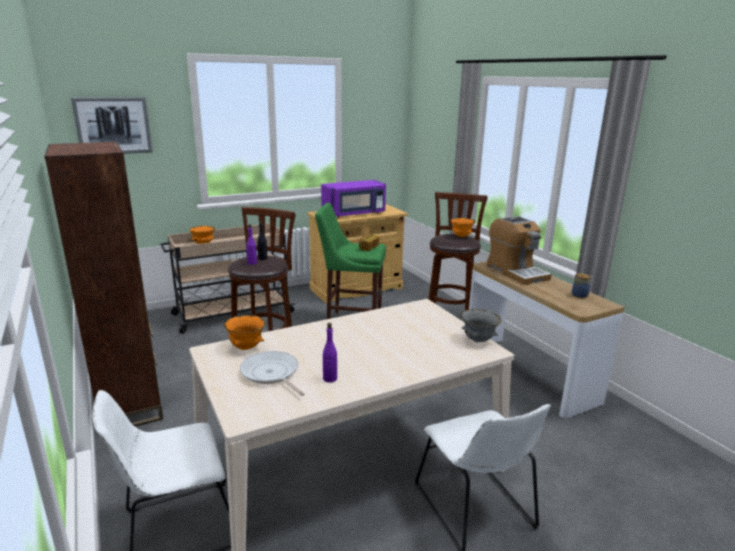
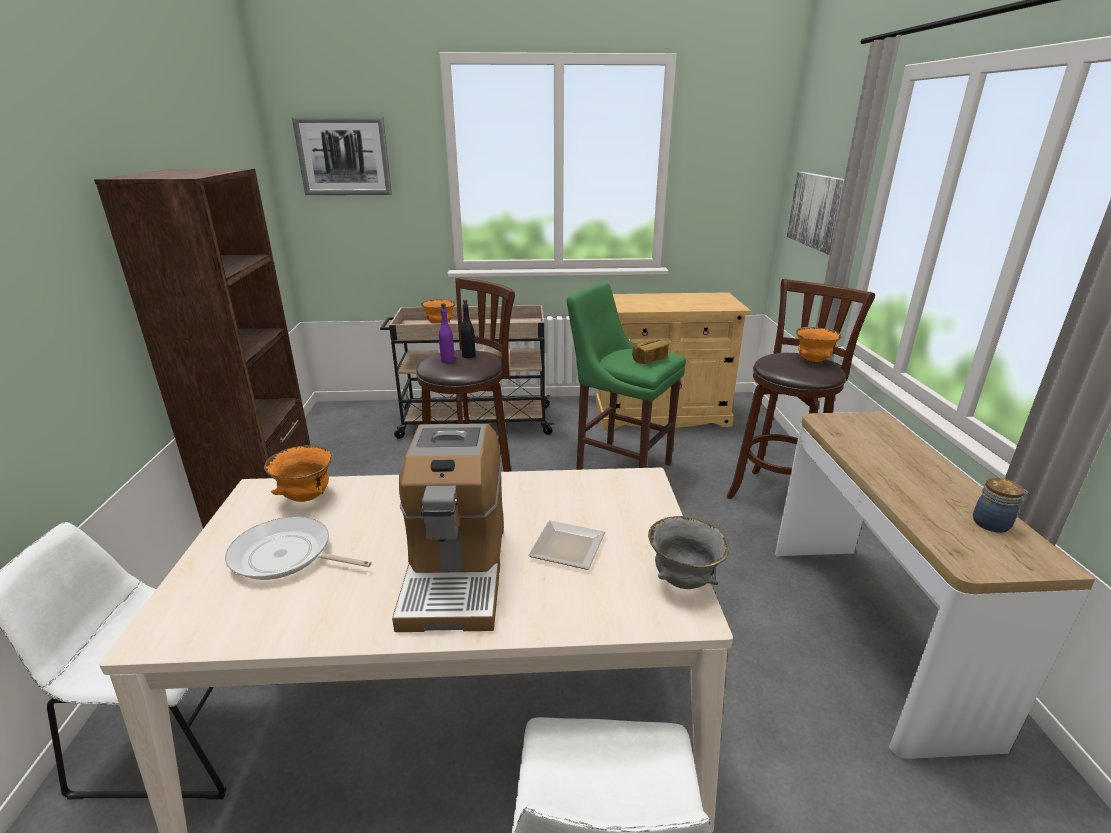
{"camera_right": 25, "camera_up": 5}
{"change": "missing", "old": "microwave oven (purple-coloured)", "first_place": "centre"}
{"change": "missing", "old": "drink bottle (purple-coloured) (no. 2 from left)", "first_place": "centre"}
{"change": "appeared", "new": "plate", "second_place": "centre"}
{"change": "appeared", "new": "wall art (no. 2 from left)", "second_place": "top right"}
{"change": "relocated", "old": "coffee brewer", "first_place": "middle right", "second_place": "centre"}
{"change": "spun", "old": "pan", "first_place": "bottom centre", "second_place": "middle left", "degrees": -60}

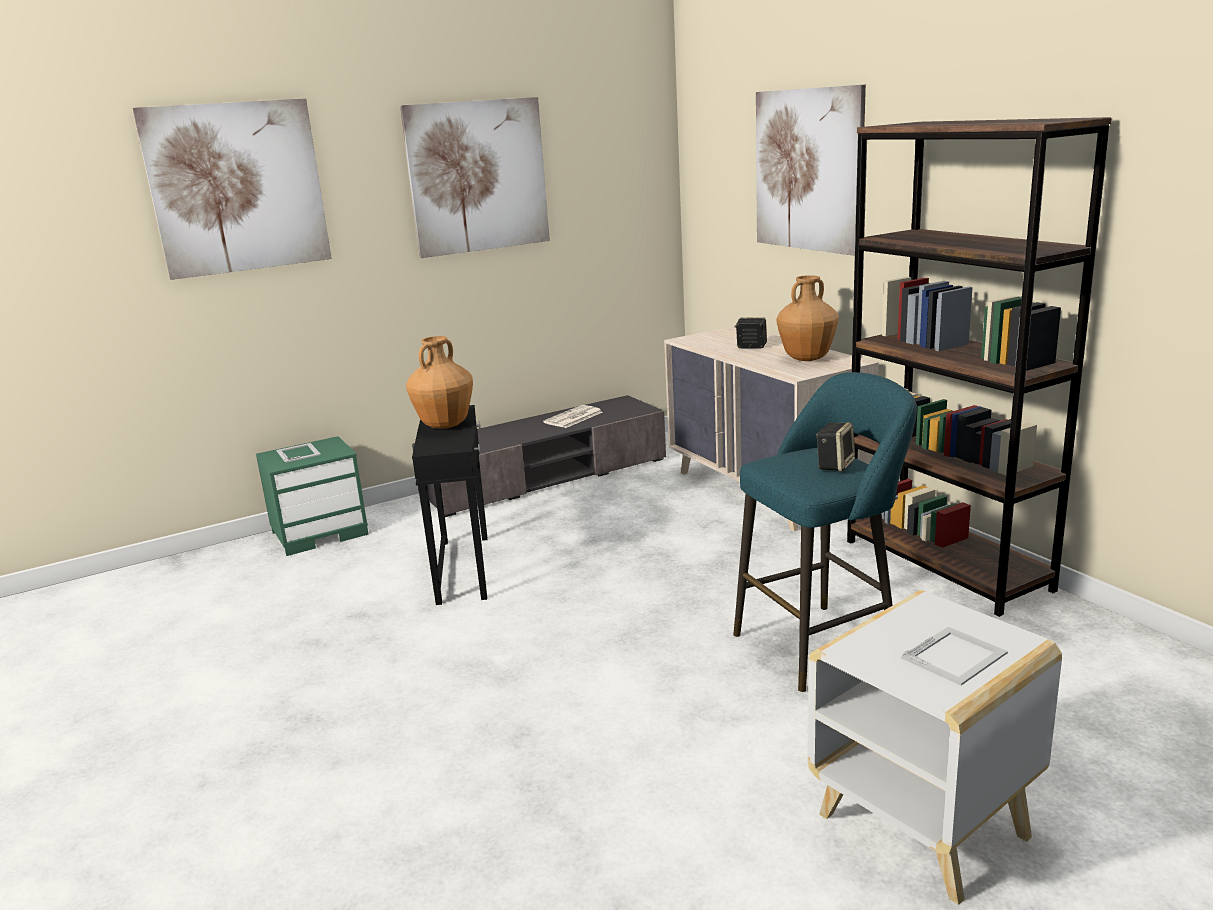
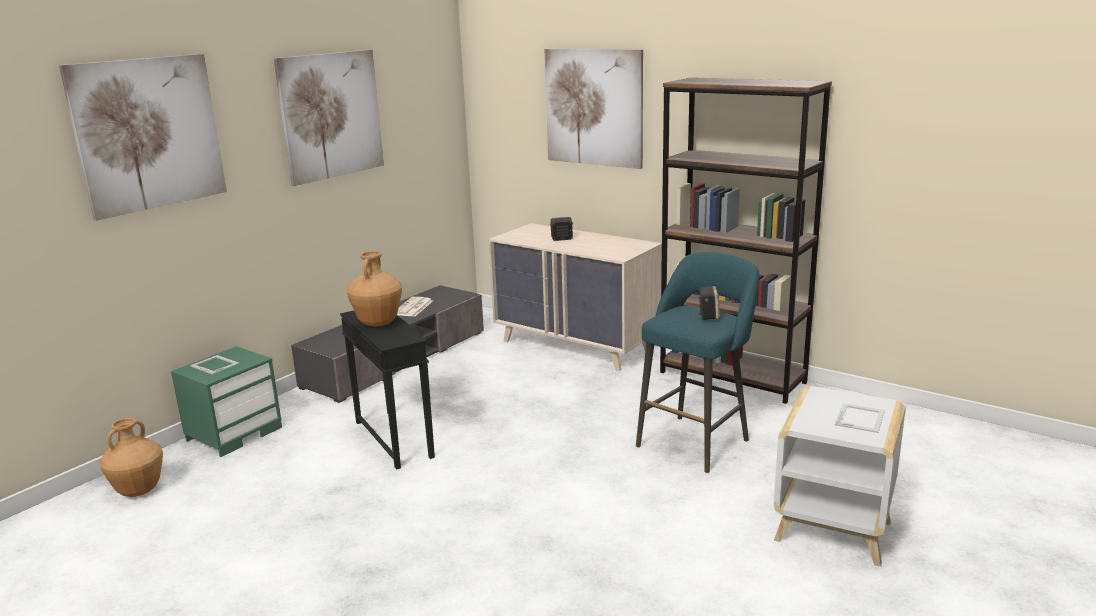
{"camera_right": -25, "camera_up": 0}
{"change": "relocated", "old": "vase (brownish) (no. 2 from left in the first image)", "new": "vase (brownish) (no. 1 from left)", "first_place": "centre", "second_place": "bottom left"}

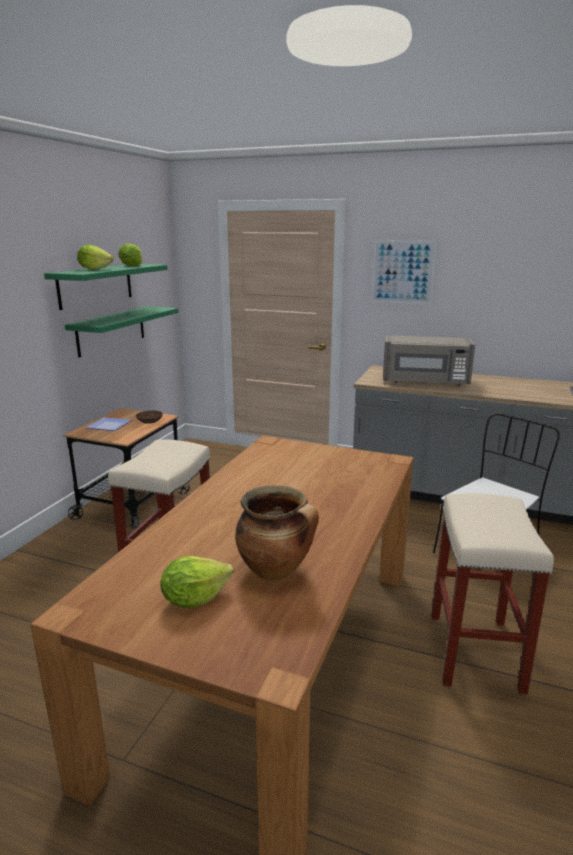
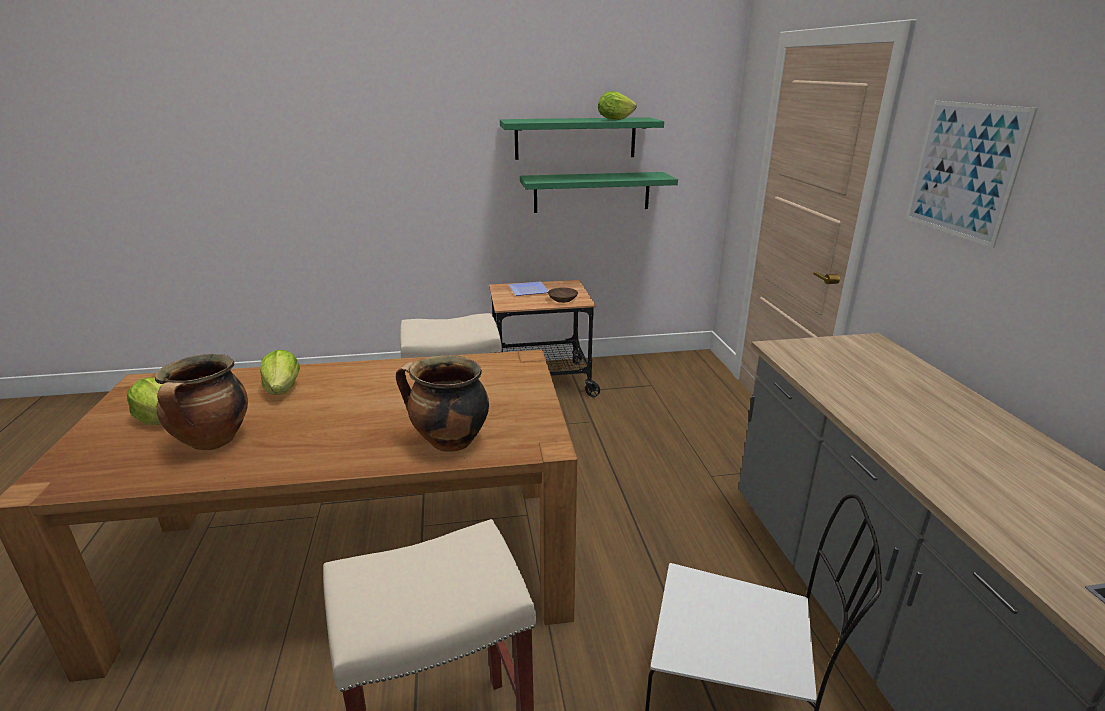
{"camera_right": 60, "camera_up": 5}
{"change": "missing", "old": "microwave oven (grey)", "first_place": "middle right"}
{"change": "appeared", "new": "saucepot (no. 2 from left)", "second_place": "centre"}
{"change": "relocated", "old": "head of lettuce (no. 1 from left in the first image)", "new": "head of lettuce (no. 2 from left)", "first_place": "top left", "second_place": "middle left"}

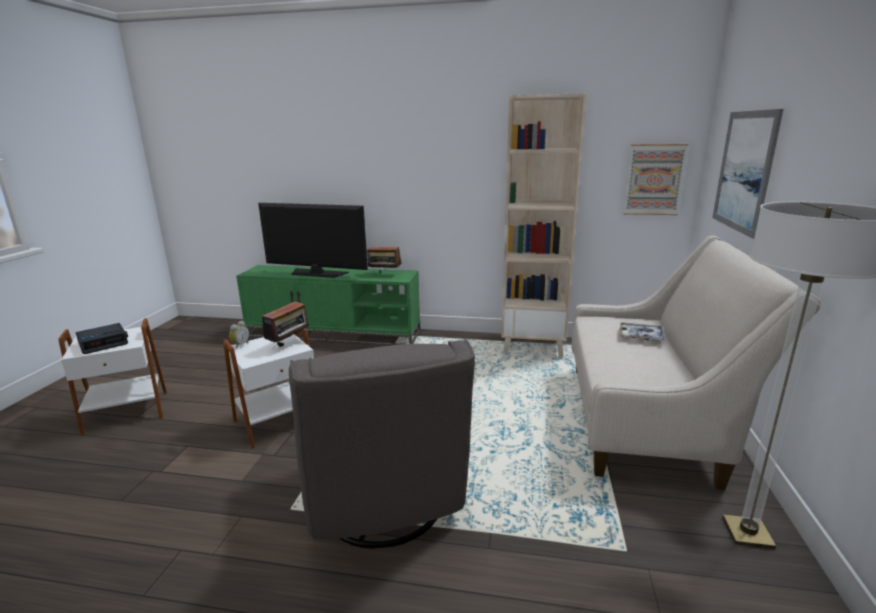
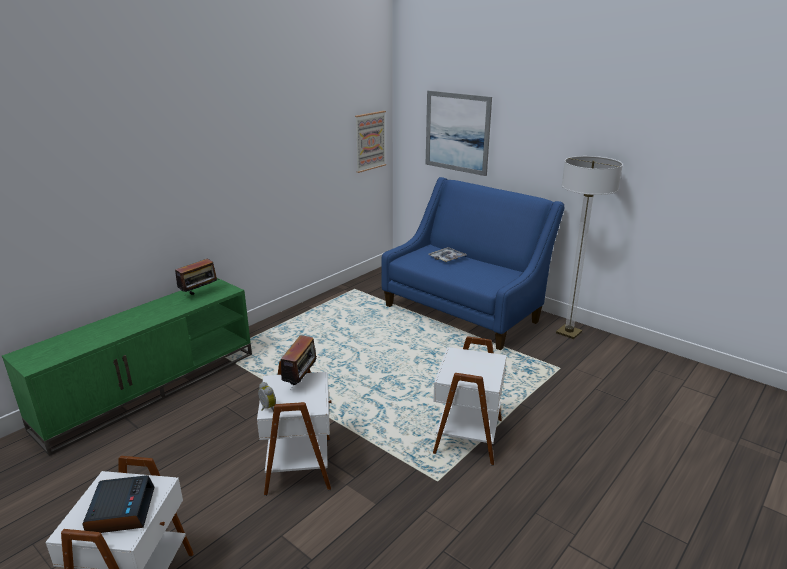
{"camera_right": -60, "camera_up": 5}
{"change": "missing", "old": "TV", "first_place": "centre"}
{"change": "missing", "old": "shelving unit (beige-coloured)", "first_place": "centre"}
{"change": "exchanged", "old": "armchair (grey)", "new": "end table (white-coloured) (no. 3 from left)", "first_place": "bottom centre", "second_place": "bottom centre"}
{"change": "colour", "old": "couch (beige-coloured)", "new": "couch (blue)", "first_place": "middle right", "second_place": "centre"}
{"change": "spun", "old": "radio set (no. 1 from left in the first image)", "first_place": "middle left", "second_place": "centre", "degrees": 45}

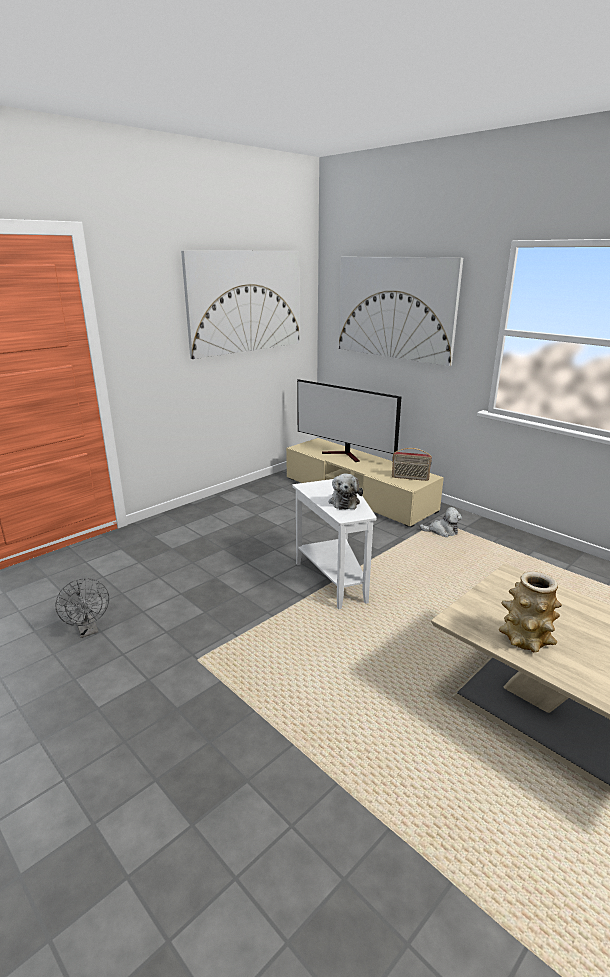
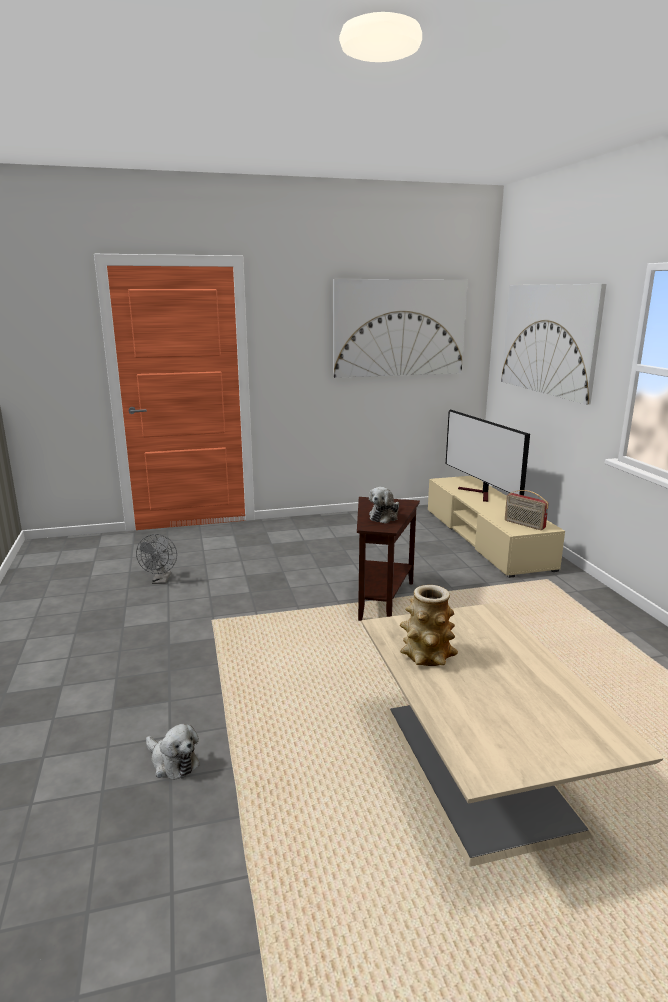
{"camera_right": 30, "camera_up": -5}
{"change": "relocated", "old": "plush toy (no. 2 from left in the first image)", "new": "plush toy (no. 1 from left)", "first_place": "middle right", "second_place": "bottom left"}
{"change": "colour", "old": "end table (white-coloured)", "new": "end table (brownish)", "first_place": "centre", "second_place": "centre"}

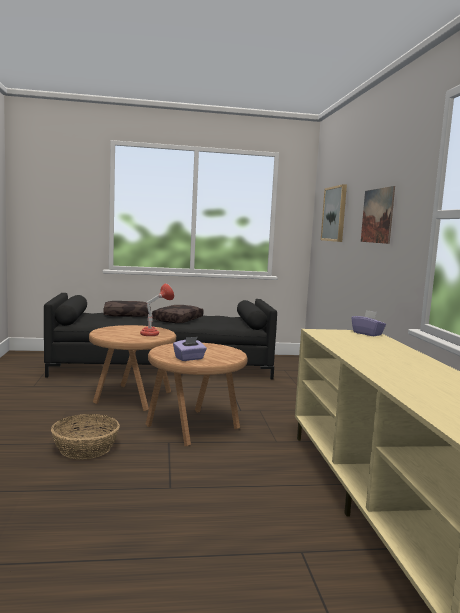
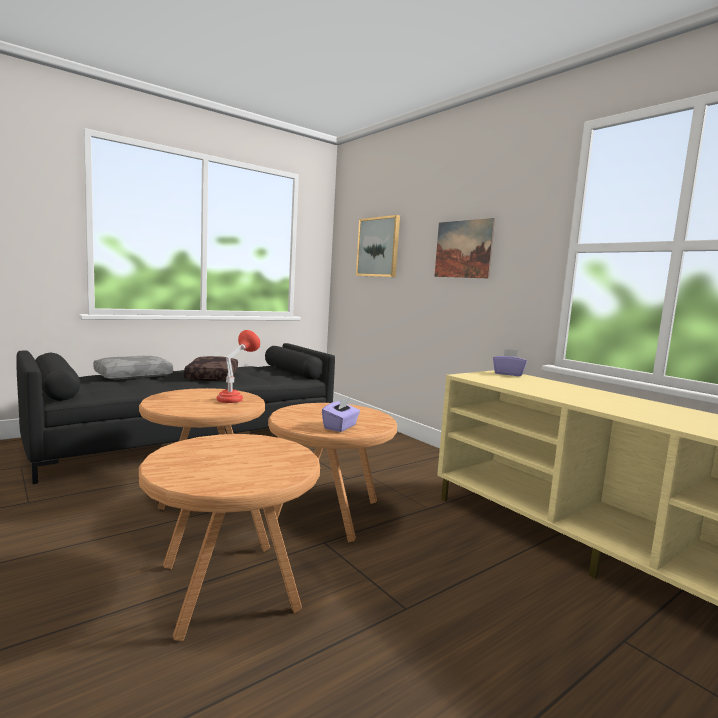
{"camera_right": -30, "camera_up": 0}
{"change": "exchanged", "old": "household basket", "new": "end table (brownish) (no. 2 from left)", "first_place": "bottom left", "second_place": "bottom left"}
{"change": "colour", "old": "cushion (brownish) (no. 1 from left)", "new": "cushion (grey)", "first_place": "middle left", "second_place": "middle left"}

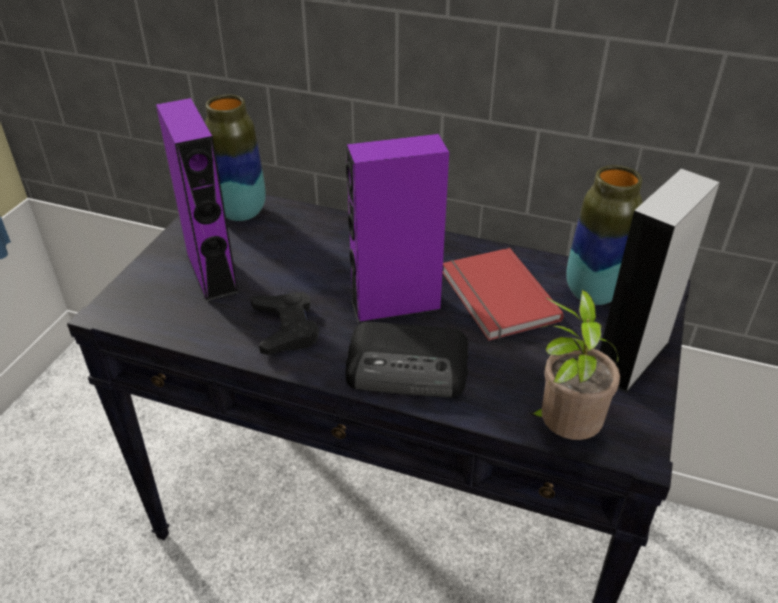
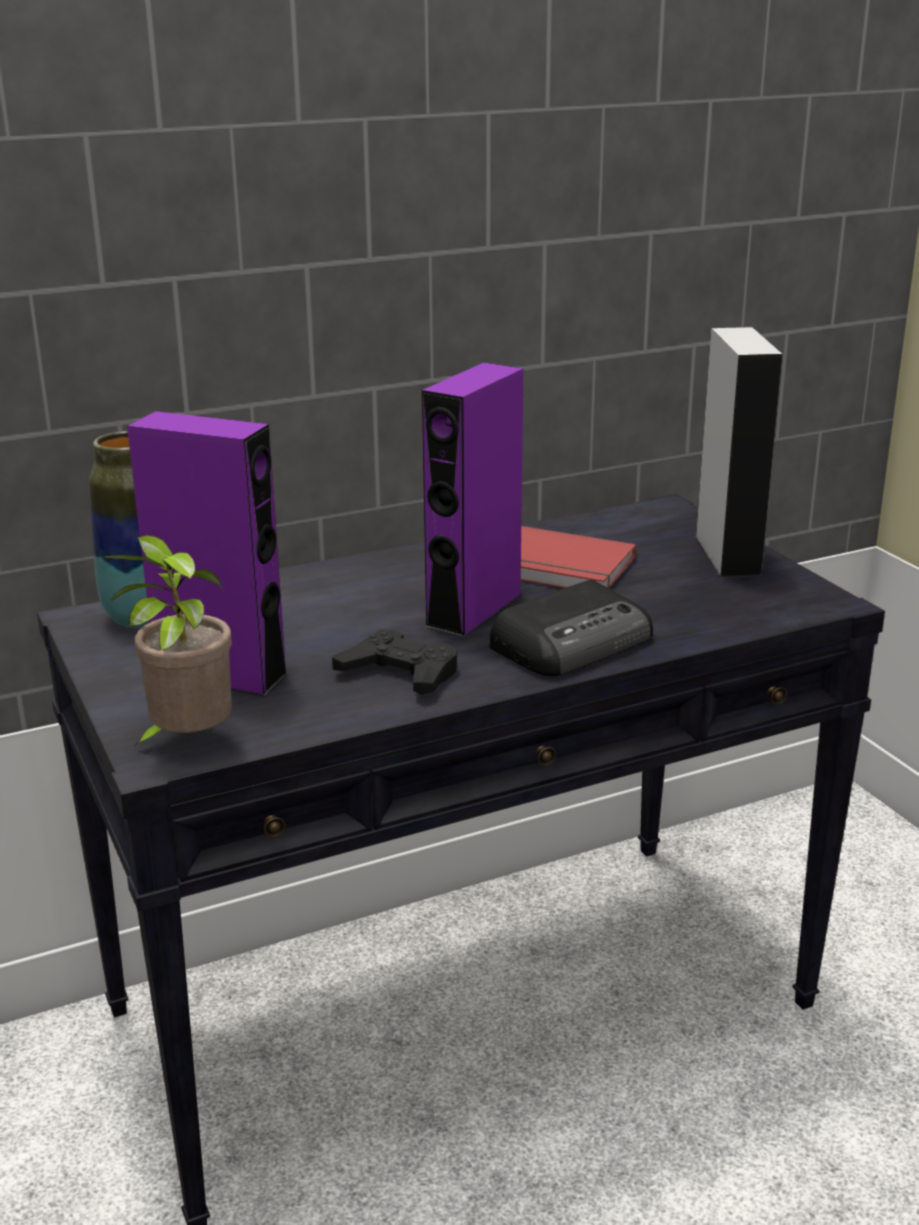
{"camera_right": -45, "camera_up": -15}
{"change": "missing", "old": "vase (no. 2 from left)", "first_place": "middle right"}
{"change": "relocated", "old": "plant in a pot", "first_place": "middle right", "second_place": "middle left"}

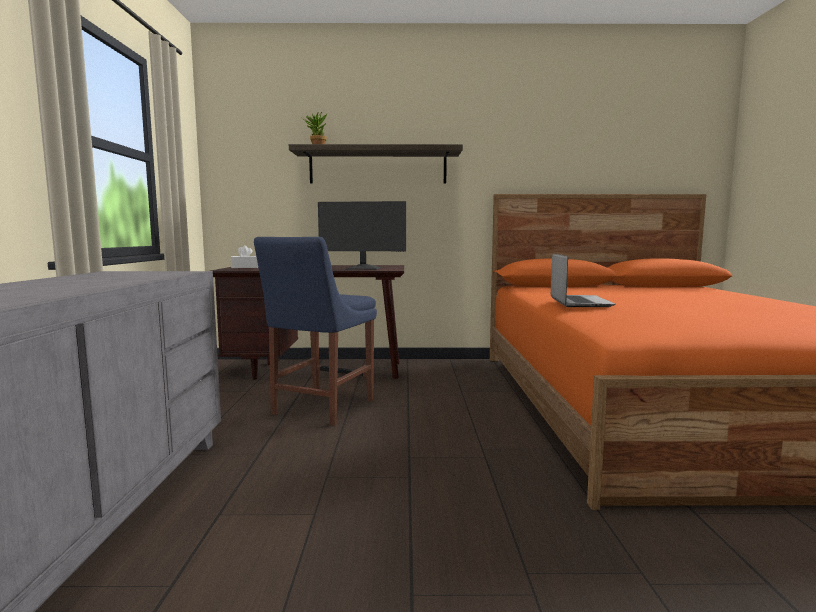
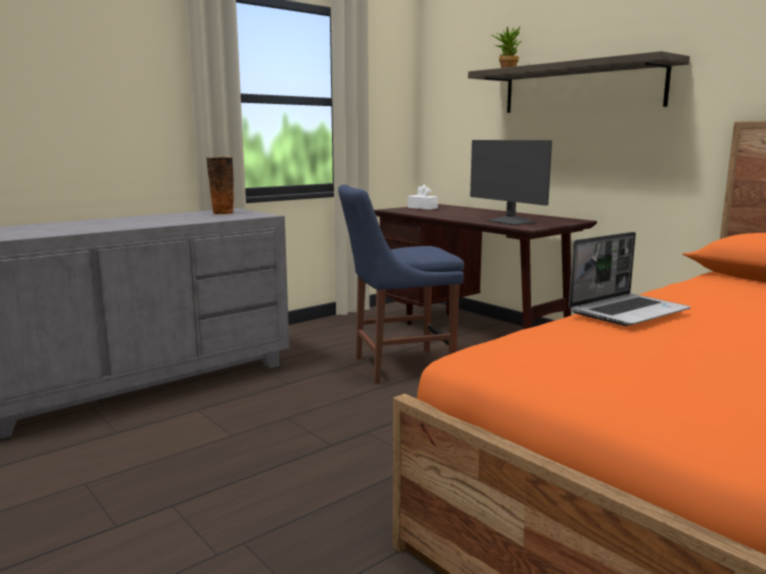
{"camera_right": 50, "camera_up": 5}
{"change": "appeared", "new": "vase", "second_place": "top left"}

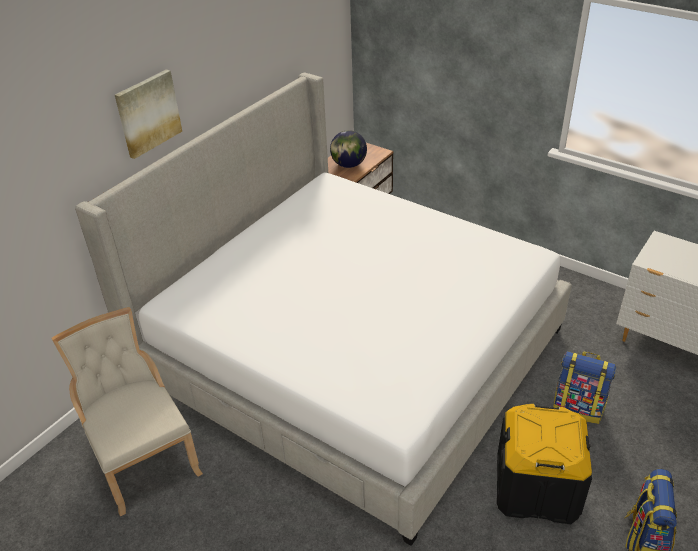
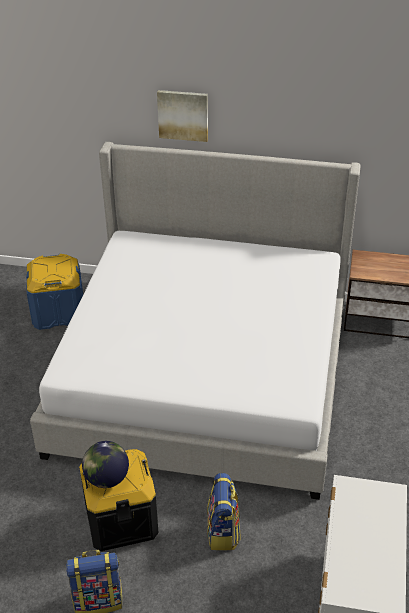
{"camera_right": 65, "camera_up": 0}
{"change": "relocated", "old": "globe", "first_place": "top centre", "second_place": "bottom left"}
{"change": "exchanged", "old": "plain chair (beige-coloured)", "new": "storage container (blue)", "first_place": "bottom left", "second_place": "middle left"}

